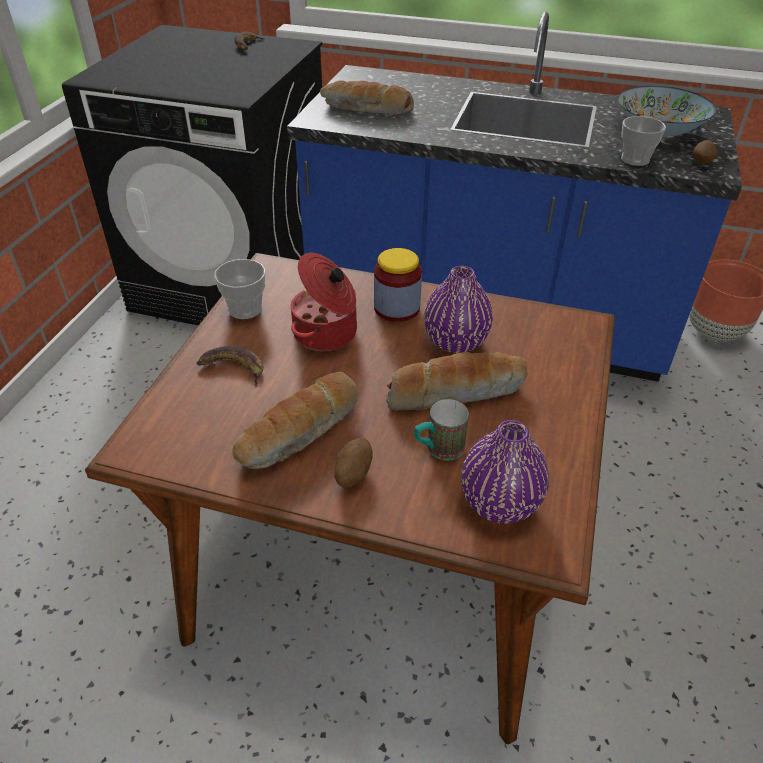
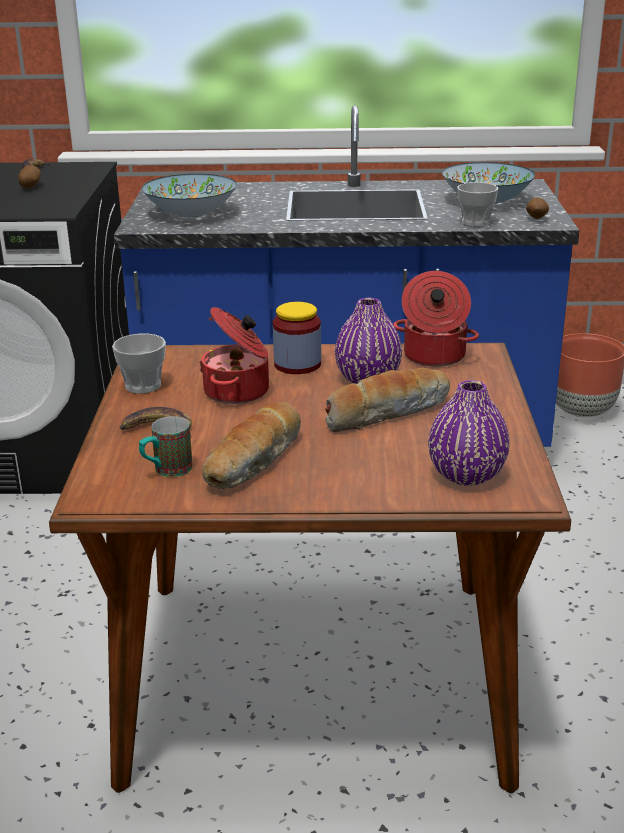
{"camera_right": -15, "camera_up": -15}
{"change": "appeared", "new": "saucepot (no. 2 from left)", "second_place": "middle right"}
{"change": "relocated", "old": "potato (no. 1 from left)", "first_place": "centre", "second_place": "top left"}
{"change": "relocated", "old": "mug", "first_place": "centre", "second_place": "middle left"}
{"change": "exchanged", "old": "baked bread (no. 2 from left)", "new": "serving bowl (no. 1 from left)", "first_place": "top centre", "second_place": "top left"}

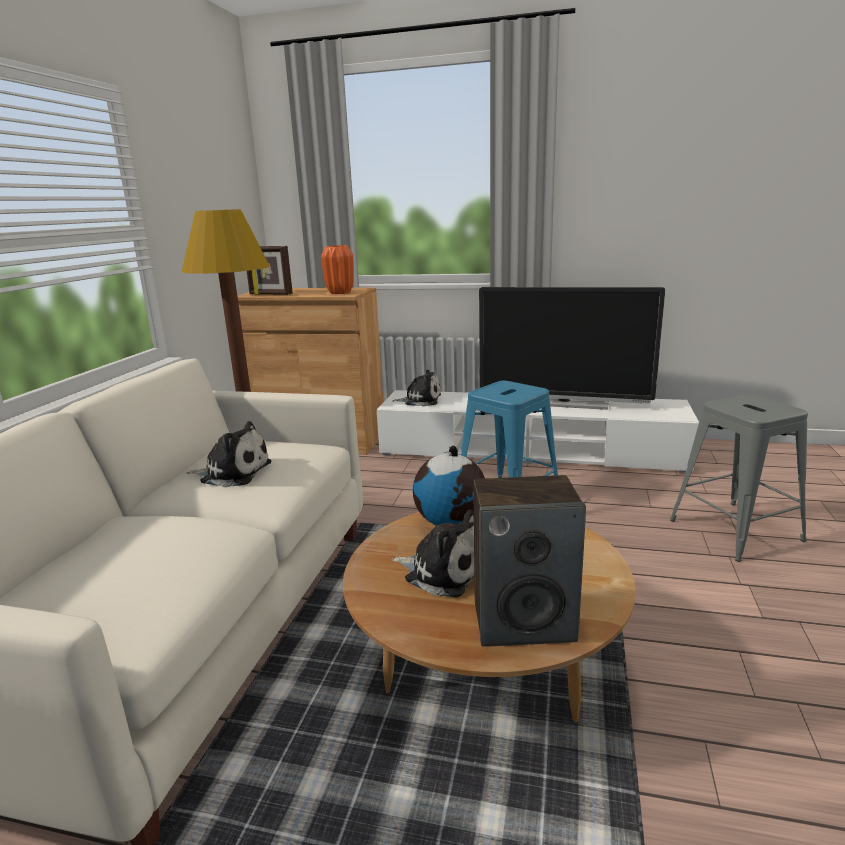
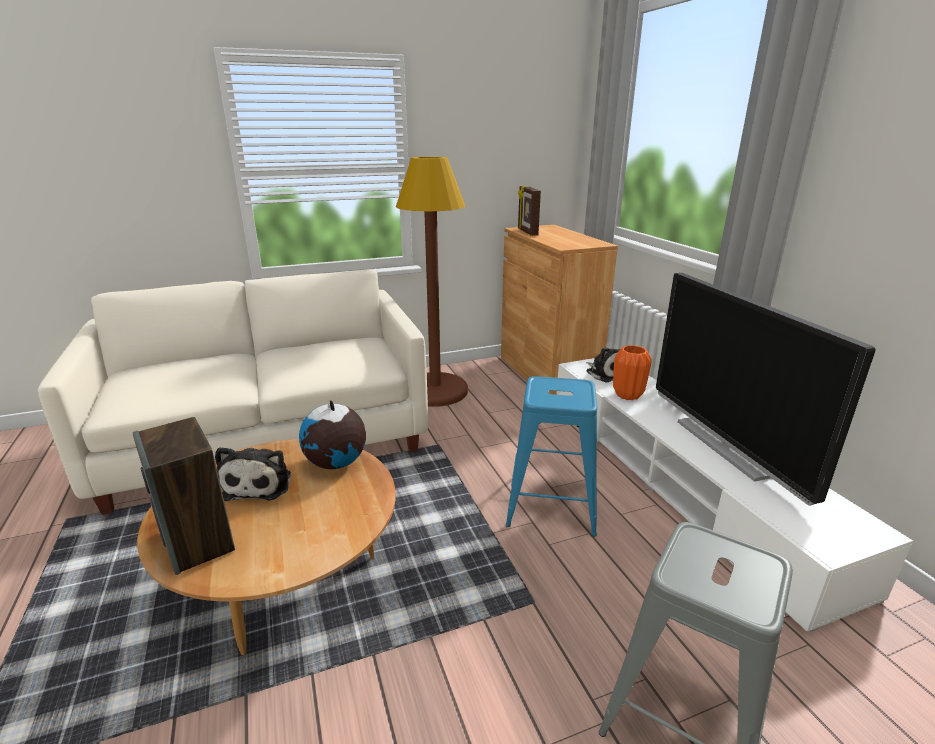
{"camera_right": 55, "camera_up": 5}
{"change": "missing", "old": "plush toy (no. 1 from left)", "first_place": "middle left"}
{"change": "relocated", "old": "vase (orange-coloured)", "first_place": "top centre", "second_place": "middle right"}

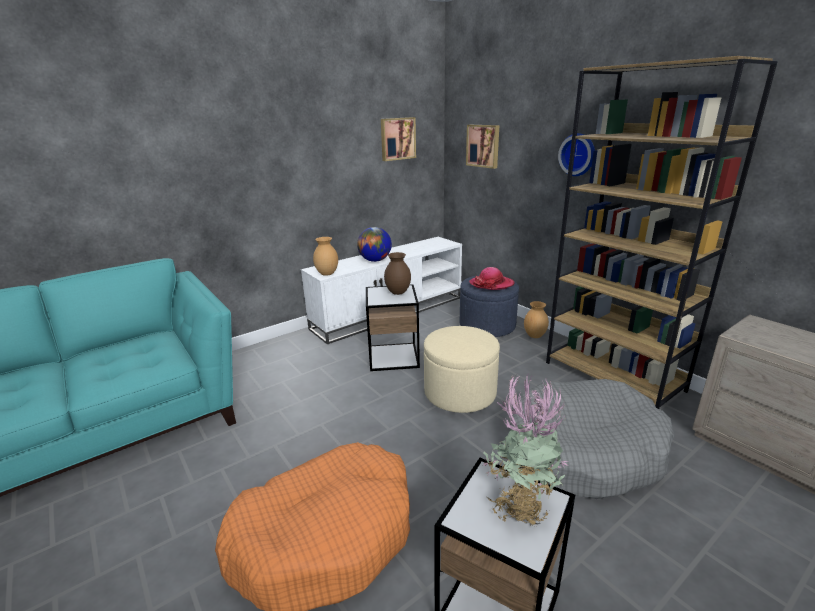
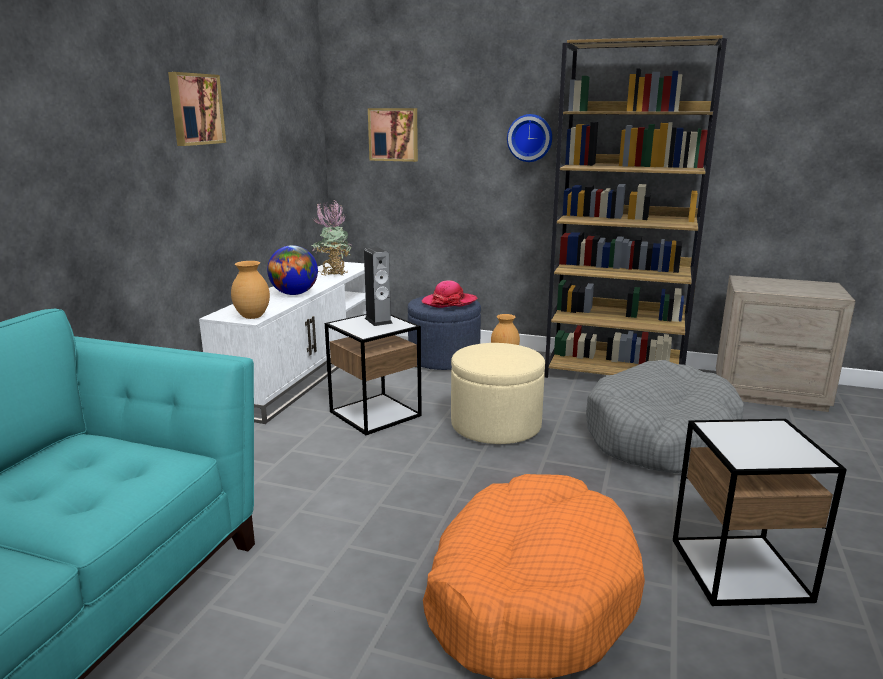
{"camera_right": -35, "camera_up": -5}
{"change": "relocated", "old": "wall art (no. 1 from left)", "first_place": "top centre", "second_place": "top left"}
{"change": "relocated", "old": "plant in a pot", "first_place": "bottom centre", "second_place": "centre"}
{"change": "exchanged", "old": "vase (brownish) (no. 2 from left)", "new": "speaker", "first_place": "centre", "second_place": "centre"}

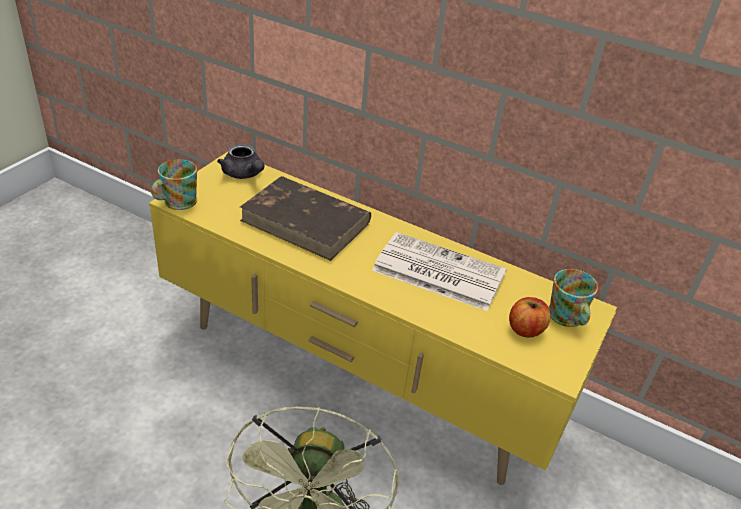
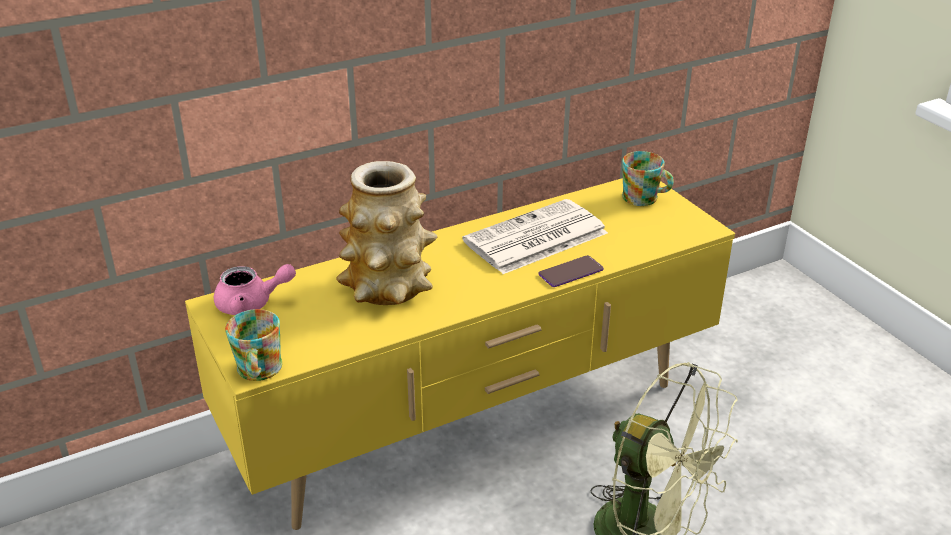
{"camera_right": -55, "camera_up": -5}
{"change": "missing", "old": "whole apple", "first_place": "middle right"}
{"change": "appeared", "new": "handset", "second_place": "centre"}
{"change": "exchanged", "old": "volume (brownish)", "new": "vase", "first_place": "centre", "second_place": "centre"}
{"change": "colour", "old": "pot for tea (grey)", "new": "pot for tea (pink-coloured)", "first_place": "top left", "second_place": "middle left"}

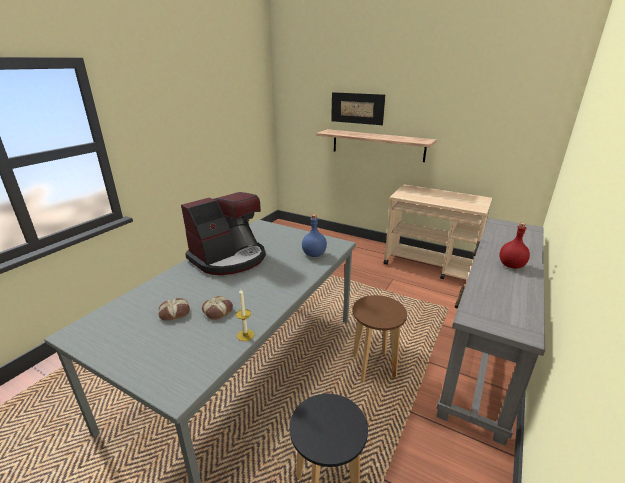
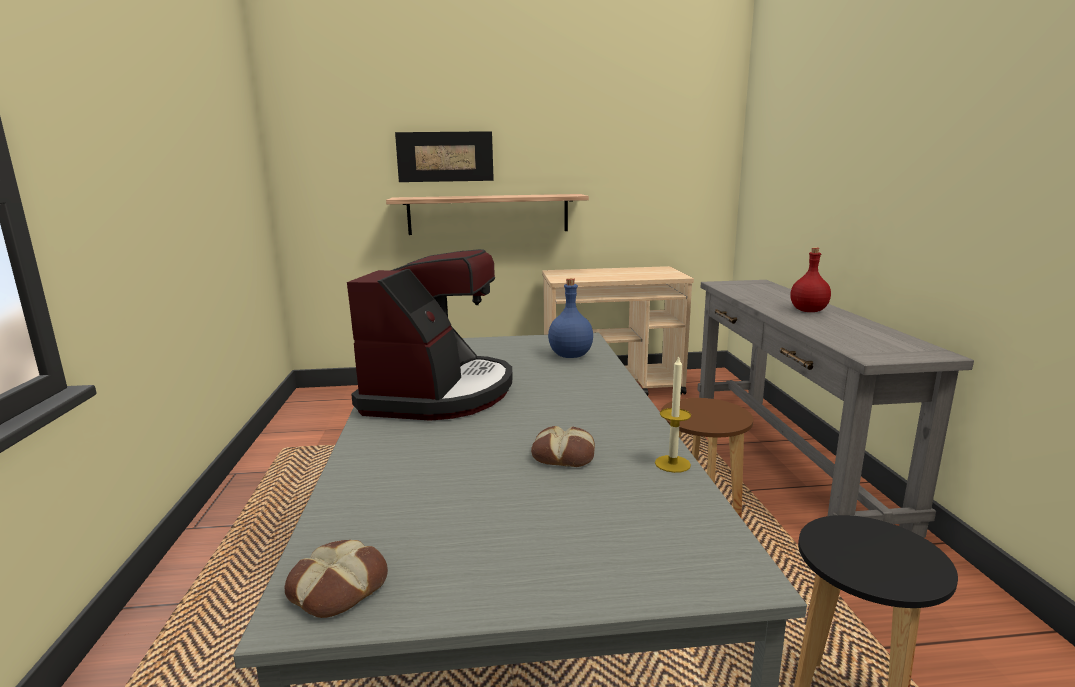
{"camera_right": -35, "camera_up": -10}
{"change": "relocated", "old": "baked bread (no. 1 from left)", "first_place": "middle left", "second_place": "bottom left"}

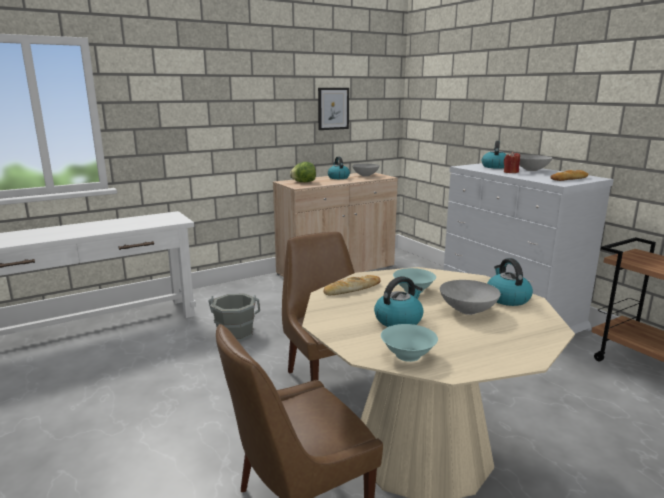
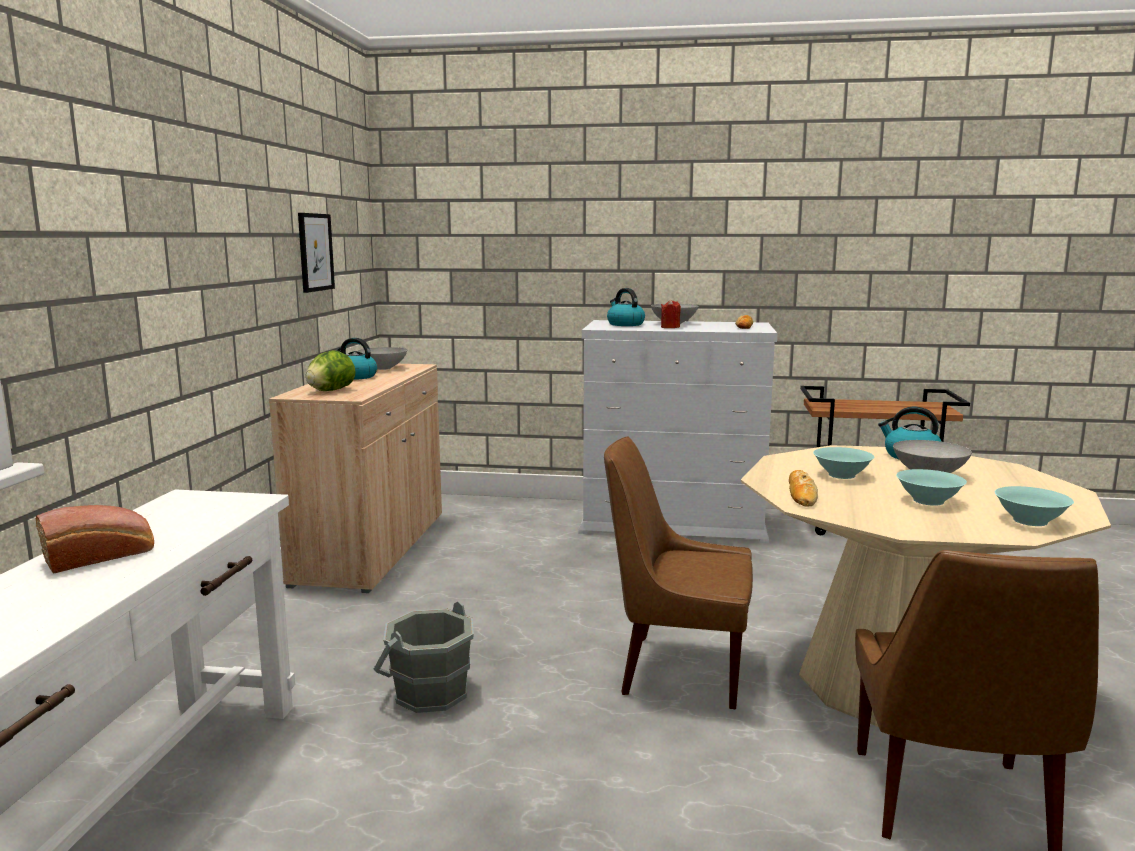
{"camera_right": -50, "camera_up": -5}
{"change": "appeared", "new": "baked bread (no. 1 from left)", "second_place": "middle left"}
{"change": "exchanged", "old": "water kettle (no. 2 from left)", "new": "serving bowl (turquoise) (no. 2 from left)", "first_place": "centre", "second_place": "middle right"}

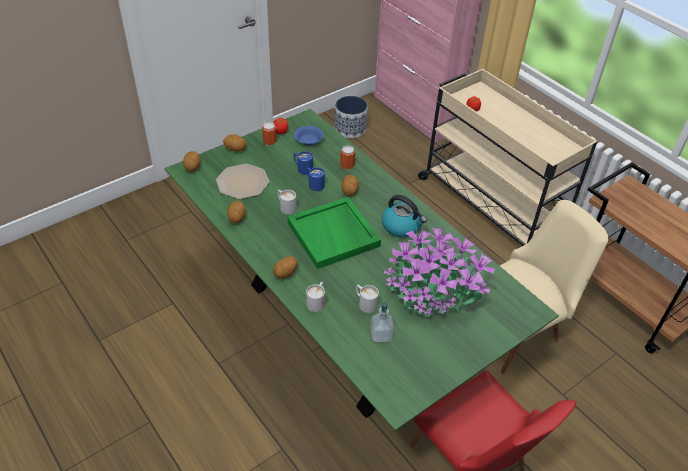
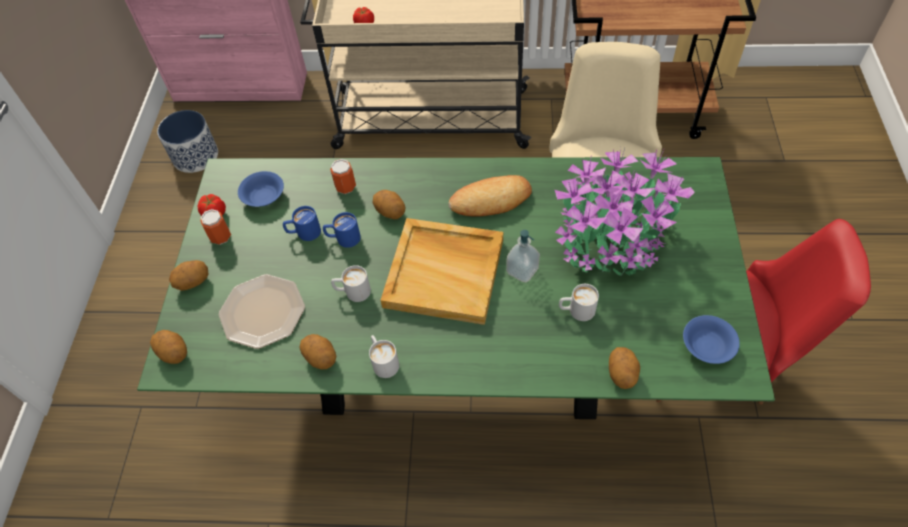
{"camera_right": -45, "camera_up": 10}
{"change": "appeared", "new": "serving bowl (blue) (no. 2 from left)", "second_place": "middle right"}
{"change": "relocated", "old": "potato (no. 4 from left in the first image)", "new": "potato (no. 5 from left)", "first_place": "centre", "second_place": "bottom right"}
{"change": "relocated", "old": "mug (white-coloured) (no. 2 from left)", "first_place": "centre", "second_place": "bottom centre"}
{"change": "relocated", "old": "soap bottle", "first_place": "bottom centre", "second_place": "centre"}
{"change": "exchanged", "old": "water kettle", "new": "baked bread", "first_place": "centre", "second_place": "centre"}
{"change": "colour", "old": "serving tray (green-coloured)", "new": "serving tray (beige-coloured)", "first_place": "centre", "second_place": "centre"}

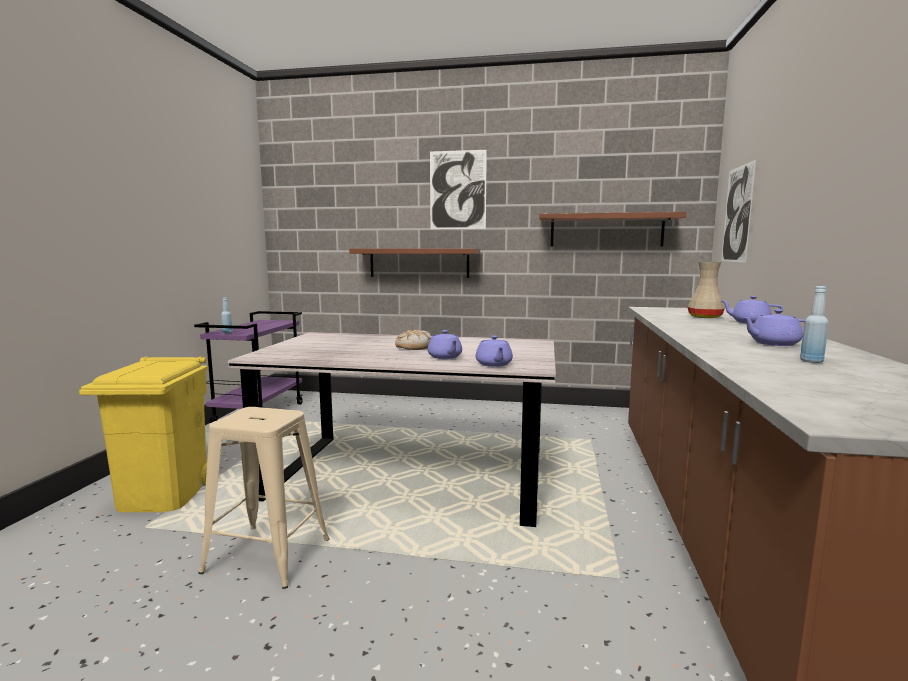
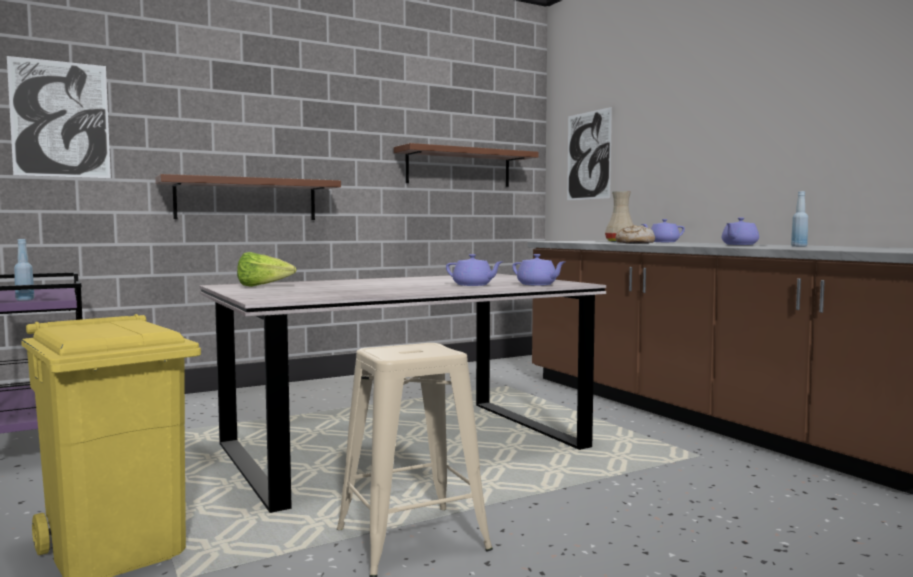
{"camera_right": -40, "camera_up": -5}
{"change": "appeared", "new": "head of lettuce", "second_place": "middle left"}
{"change": "relocated", "old": "baked bread", "first_place": "centre", "second_place": "middle right"}
{"change": "relocated", "old": "wall art (no. 1 from left)", "first_place": "top centre", "second_place": "top left"}

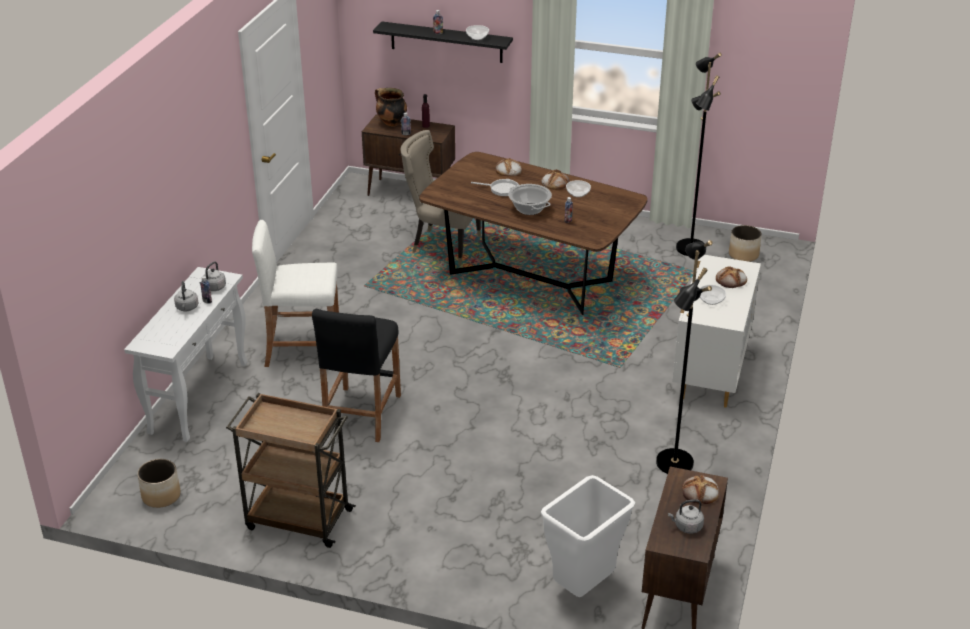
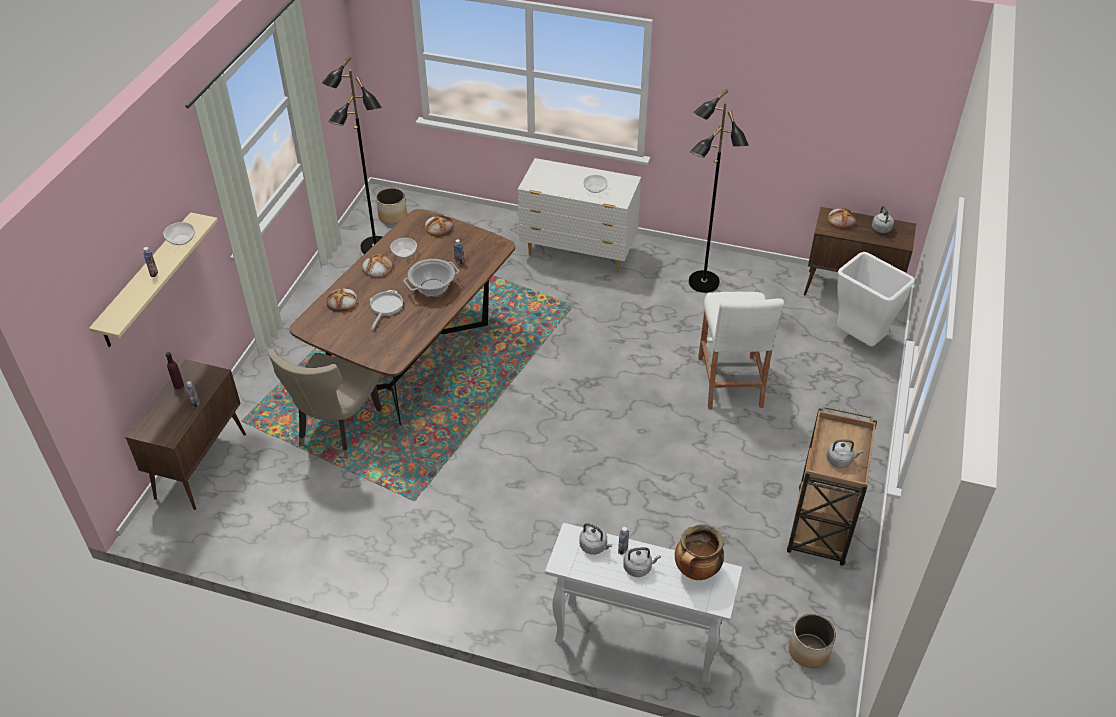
{"camera_right": -90, "camera_up": 10}
{"change": "missing", "old": "stool seat (black)", "first_place": "centre"}
{"change": "appeared", "new": "water kettle (grey) (no. 3 from left)", "second_place": "middle right"}
{"change": "relocated", "old": "stool seat (white-coloured)", "first_place": "middle left", "second_place": "centre"}
{"change": "relocated", "old": "saucepot (no. 1 from left in the first image)", "new": "saucepot (no. 2 from left)", "first_place": "top centre", "second_place": "bottom centre"}
{"change": "relocated", "old": "baked bread (no. 4 from left in the first image)", "new": "baked bread (no. 3 from left)", "first_place": "middle right", "second_place": "top centre"}
{"change": "colour", "old": "wall shelf (black)", "new": "wall shelf (beige-coloured)", "first_place": "top centre", "second_place": "middle left"}

